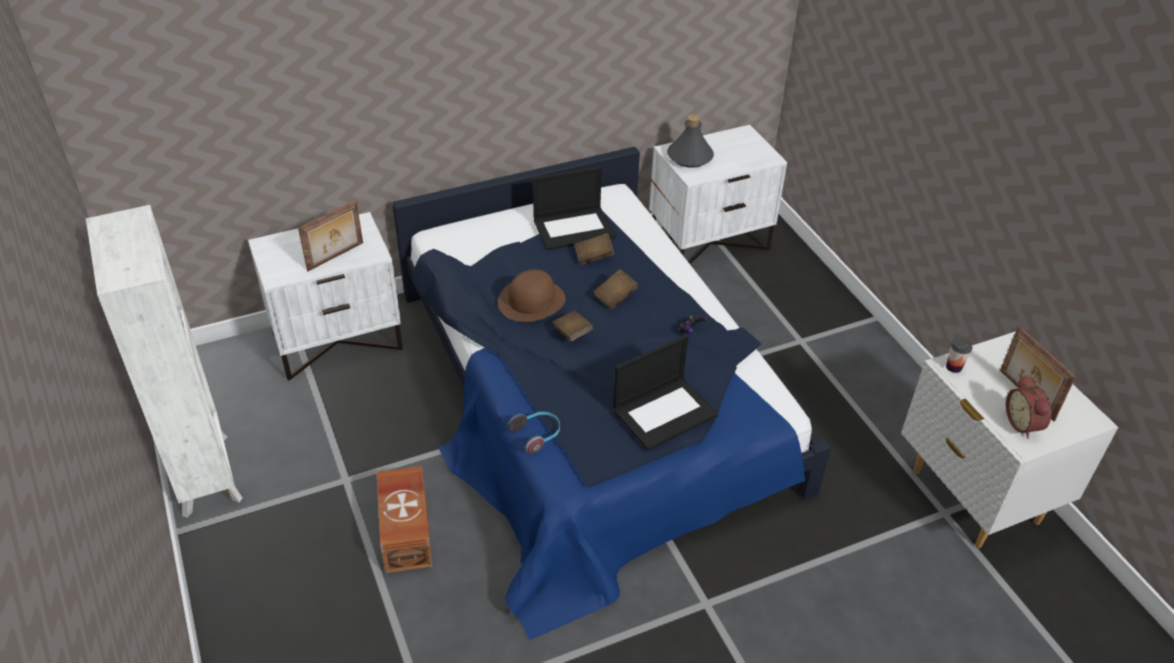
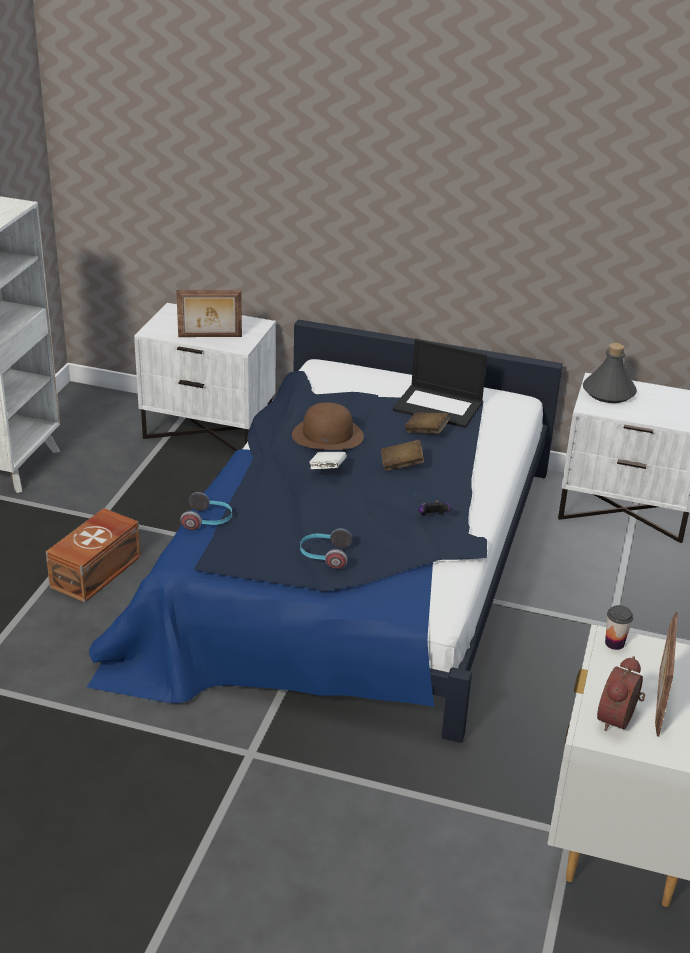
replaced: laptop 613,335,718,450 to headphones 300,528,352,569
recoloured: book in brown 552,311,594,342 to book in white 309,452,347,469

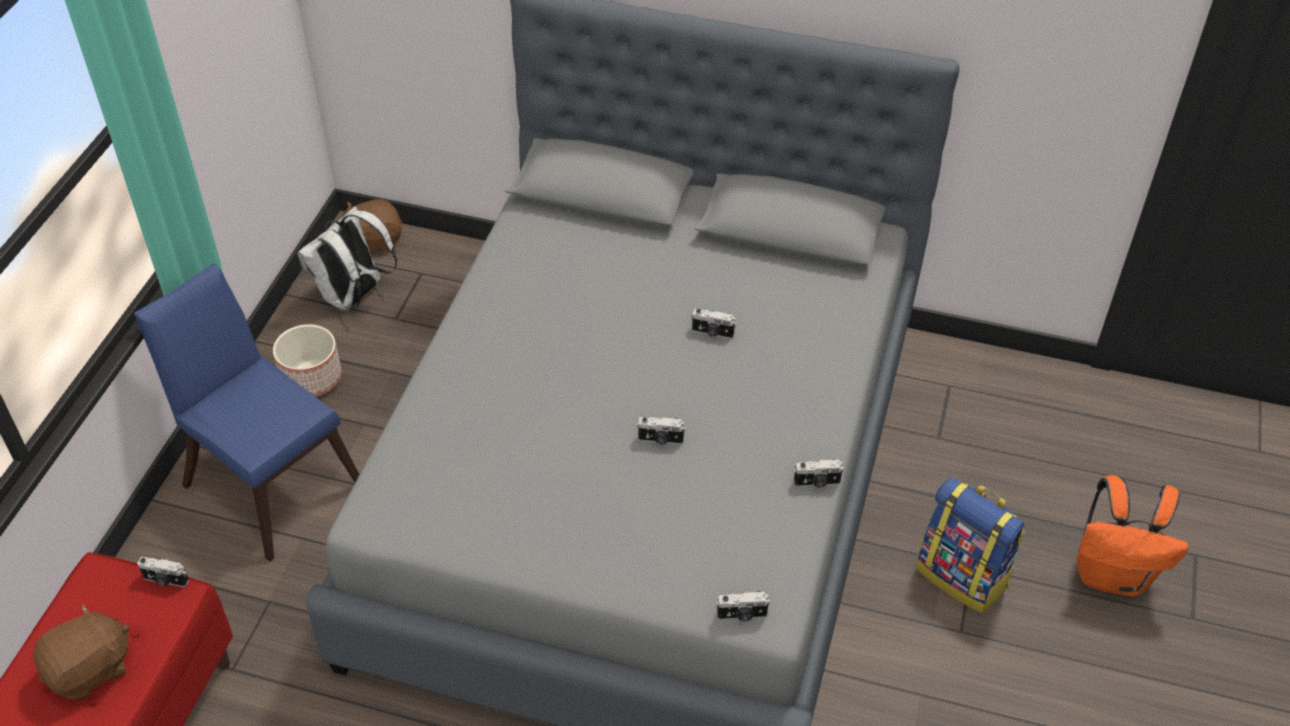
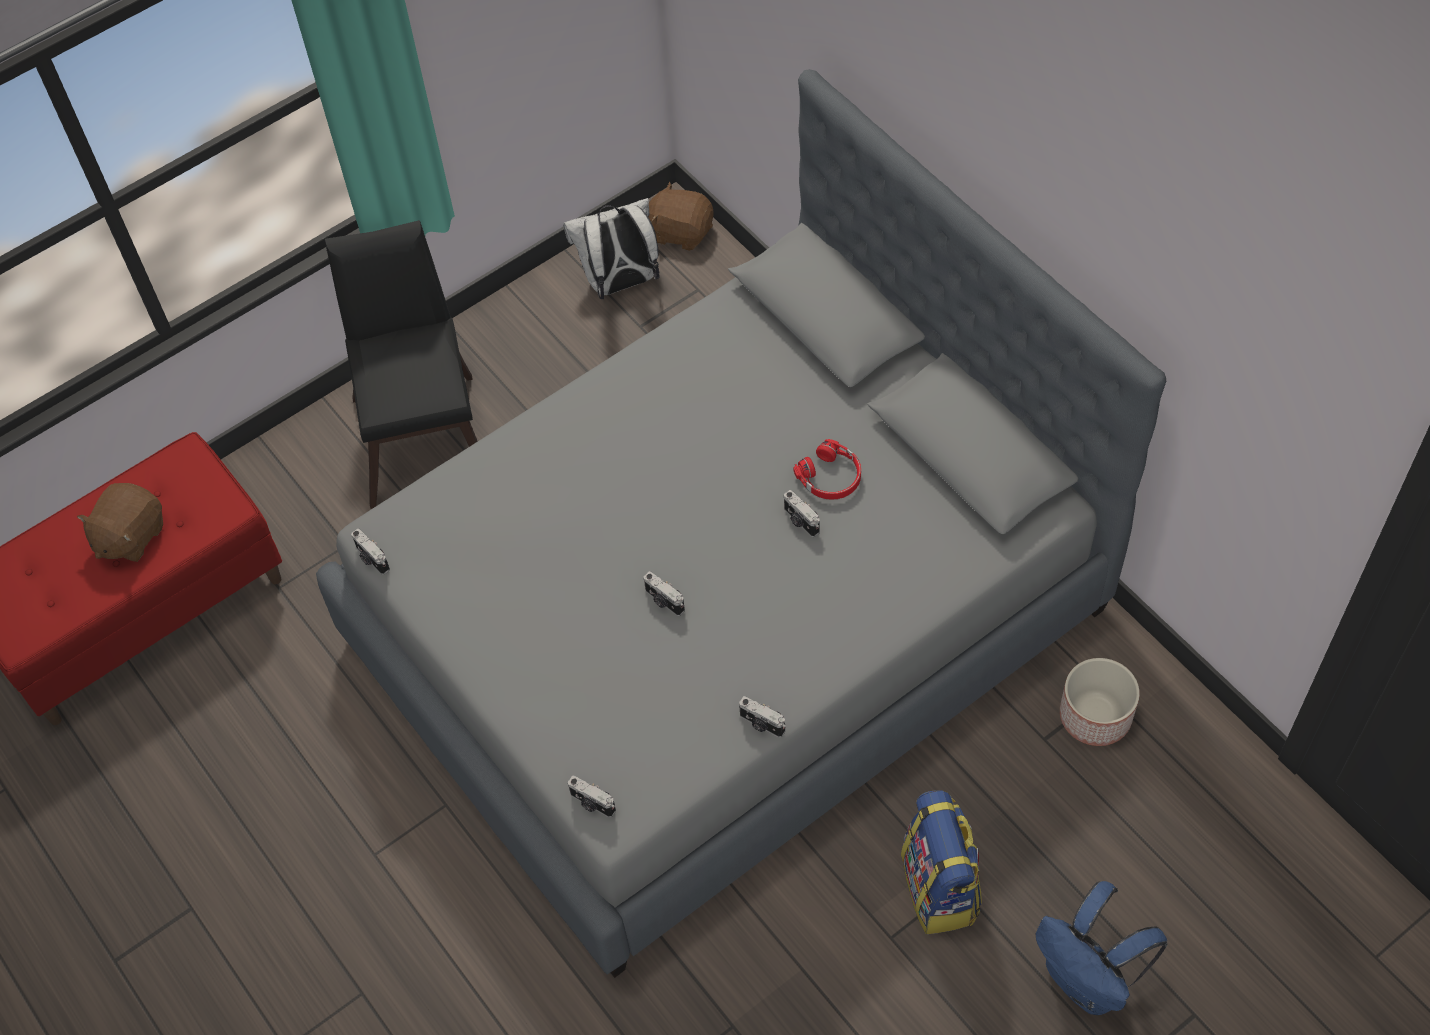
added: headphones in red 794,439,861,500
moved: photo camera 137,557,189,587 to 351,528,390,575; planter 273,324,342,397 to 1060,658,1140,746
recoloured: chair in blue 134,263,360,562 to chair in black 325,220,478,509; backpack in orange 1077,475,1189,596 to backpack in blue 1036,881,1168,1015
turned: plush toy in brown 33,604,130,700 = 77,483,163,562 120 degrees clockwise

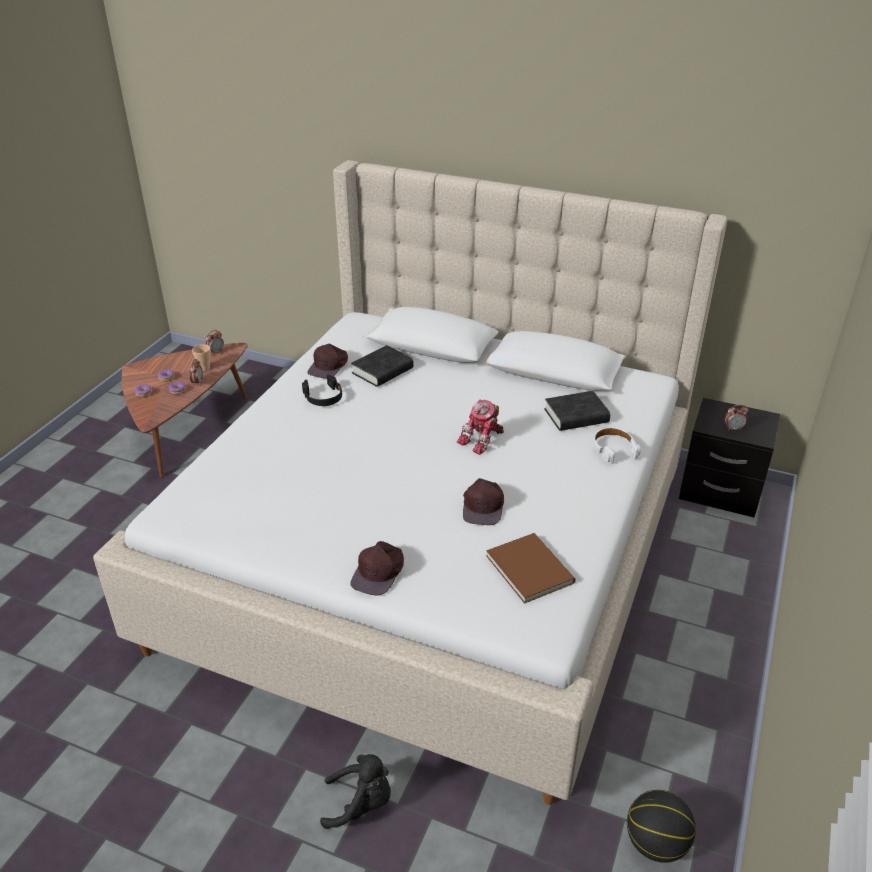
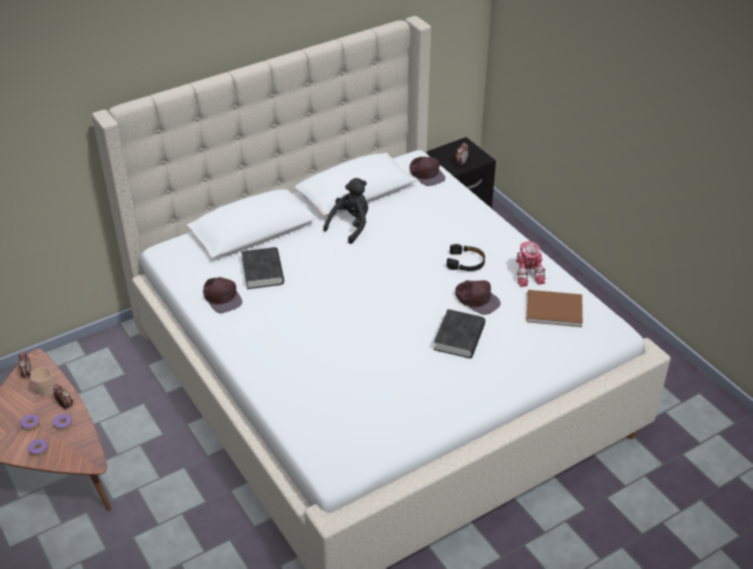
removed: headphones in white 594,428,641,464; basketball 627,790,696,863
moved: headphones in black 302,374,342,406 to 447,244,485,271; plush toy in black 320,754,391,829 to 323,178,368,244; cap in brown 351,541,404,596 to 410,156,446,186; toy robot 457,400,504,455 to 516,241,546,287; book in black 544,391,610,431 to 434,309,485,358

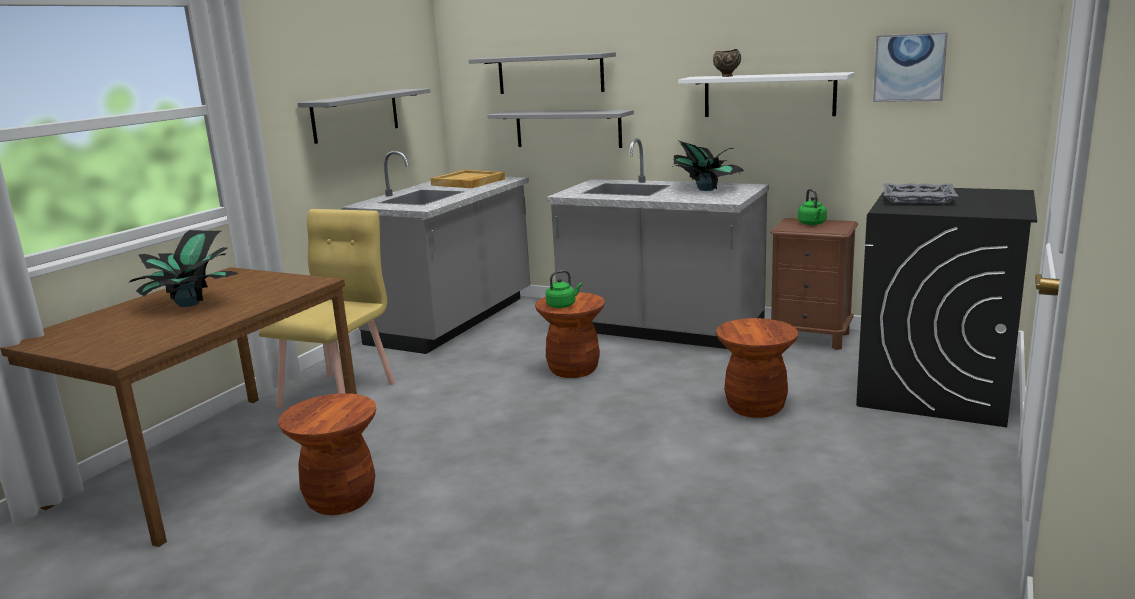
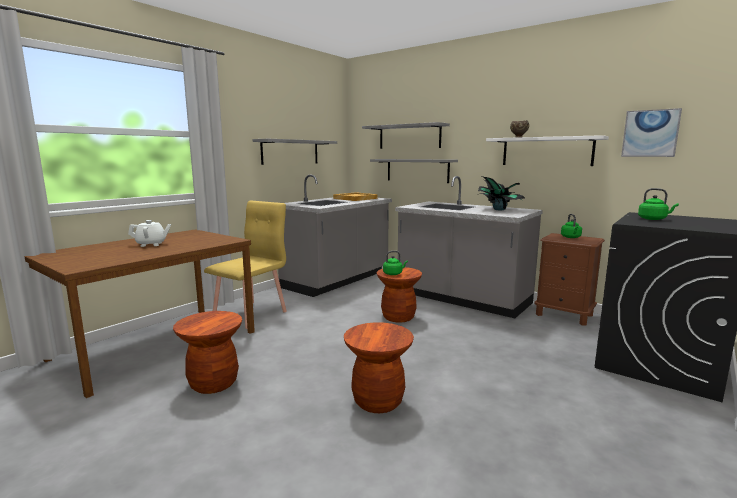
moved: stool in brown 716,318,798,418 to 344,322,414,413
replaced: potted plant 130,230,239,307 to teapot in white 128,220,171,247; tray in grey 883,183,958,204 to kettle in green 638,188,679,220

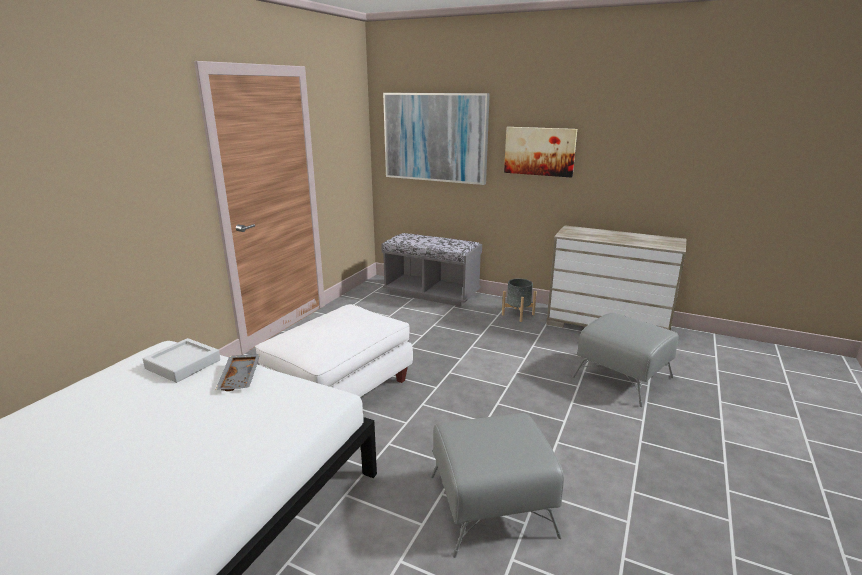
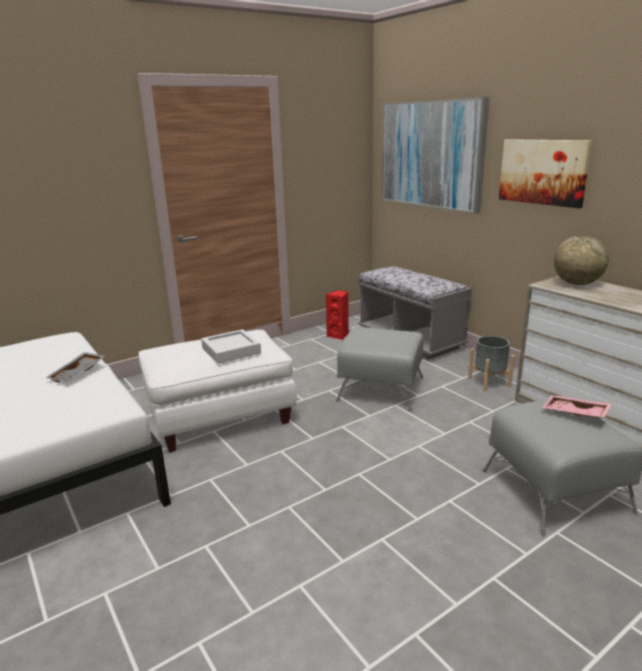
added: speaker in red 326,290,349,340; tray in pink 542,395,612,418; globe 554,235,609,285
moved: tray in grey 143,338,221,383 to 201,329,261,363; ottoman in grey 430,413,564,558 to 336,327,424,412

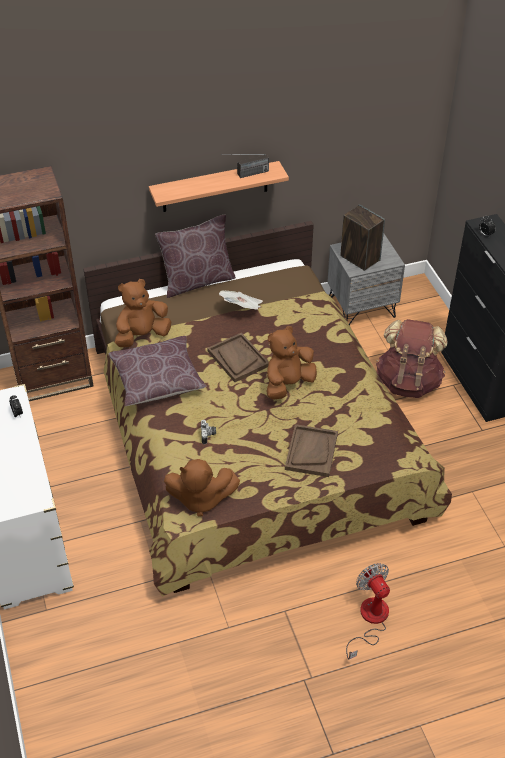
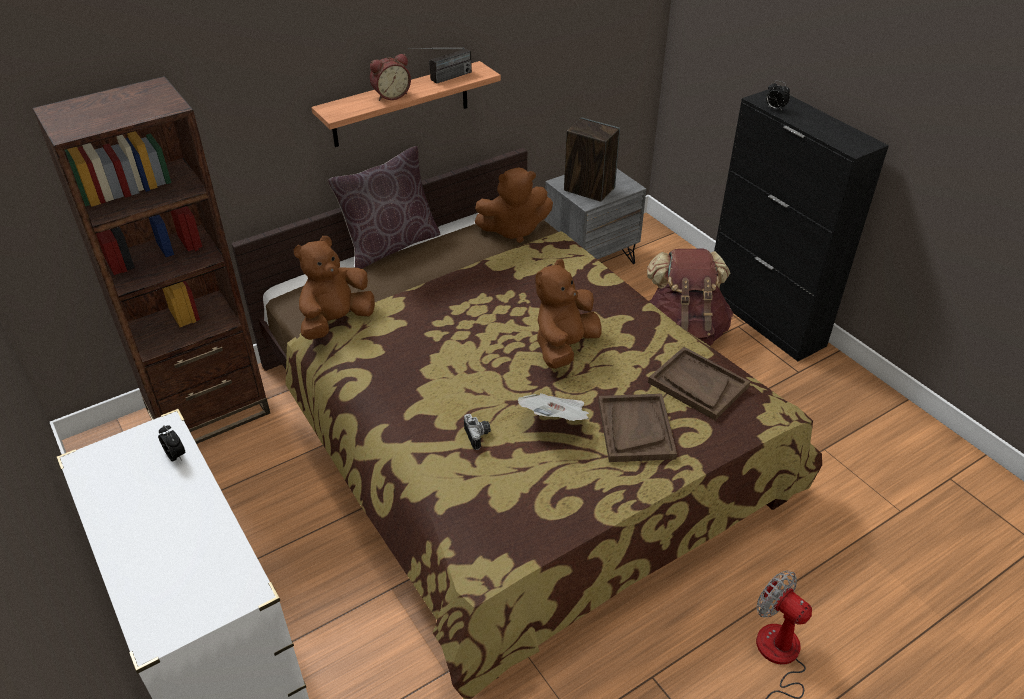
removed: pillow in brown 109,336,207,406
added: alarm clock 370,54,411,101
moved: plush toy in brown 164,459,240,517 to 475,168,553,243; tray in brown 207,333,269,382 to 648,347,750,420; newspaper 219,291,263,310 to 518,393,589,421

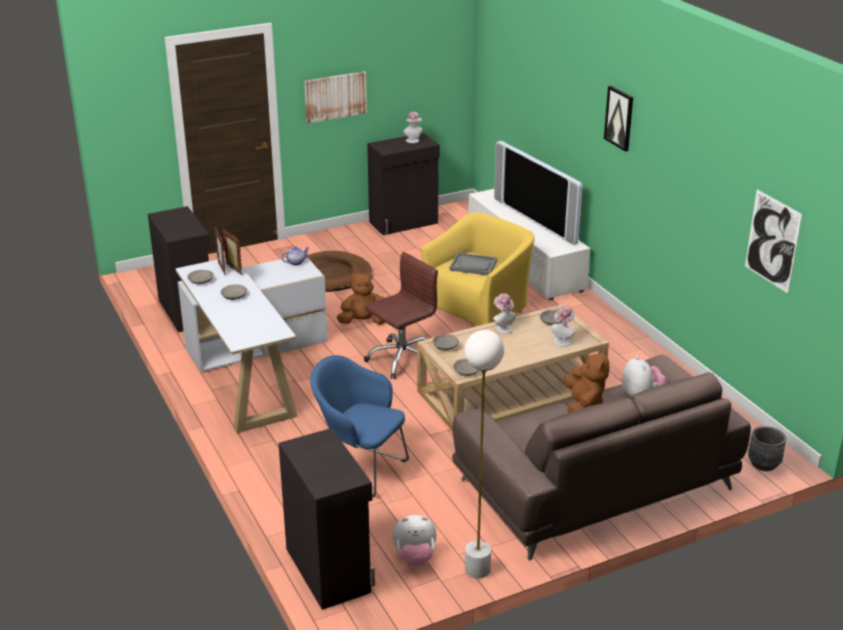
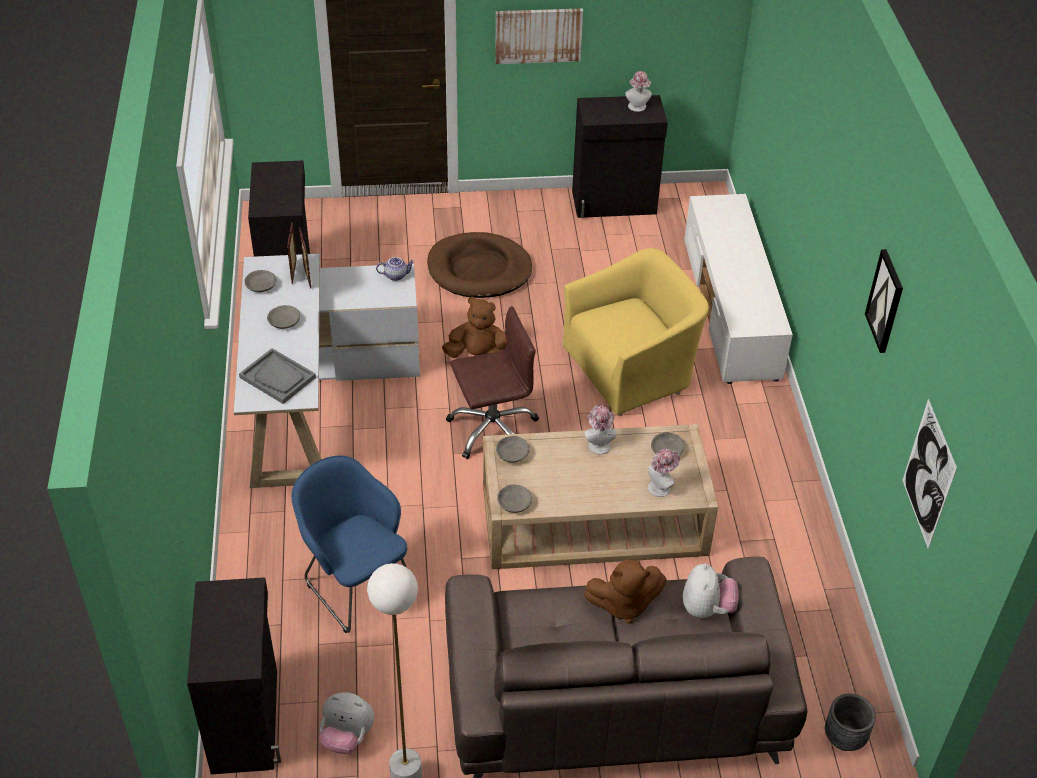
removed: television 494,141,582,245
moved: tray in grey 449,253,497,275 to 239,348,316,404; picture 604,86,633,152 to 865,249,903,353
turned: plush toy in brown 565,350,609,413 = 584,559,667,624 60 degrees clockwise

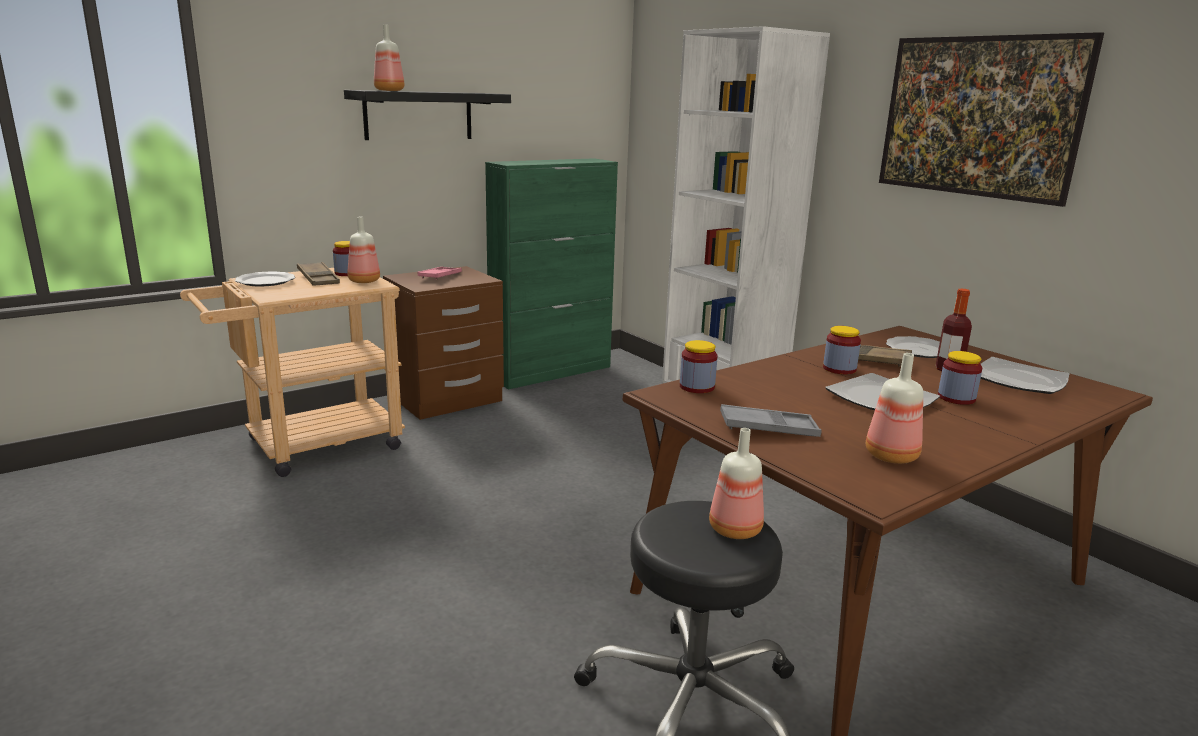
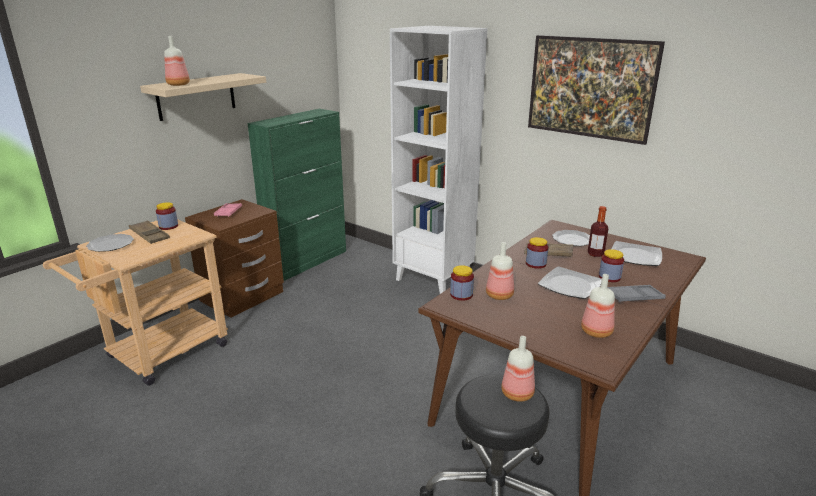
moved: bottle 348,217,380,283 to 486,242,514,300; tray in grey 720,404,822,437 to 607,285,666,303
recoloured: shelf in black 344,90,511,140 to shelf in beige 140,73,266,121

